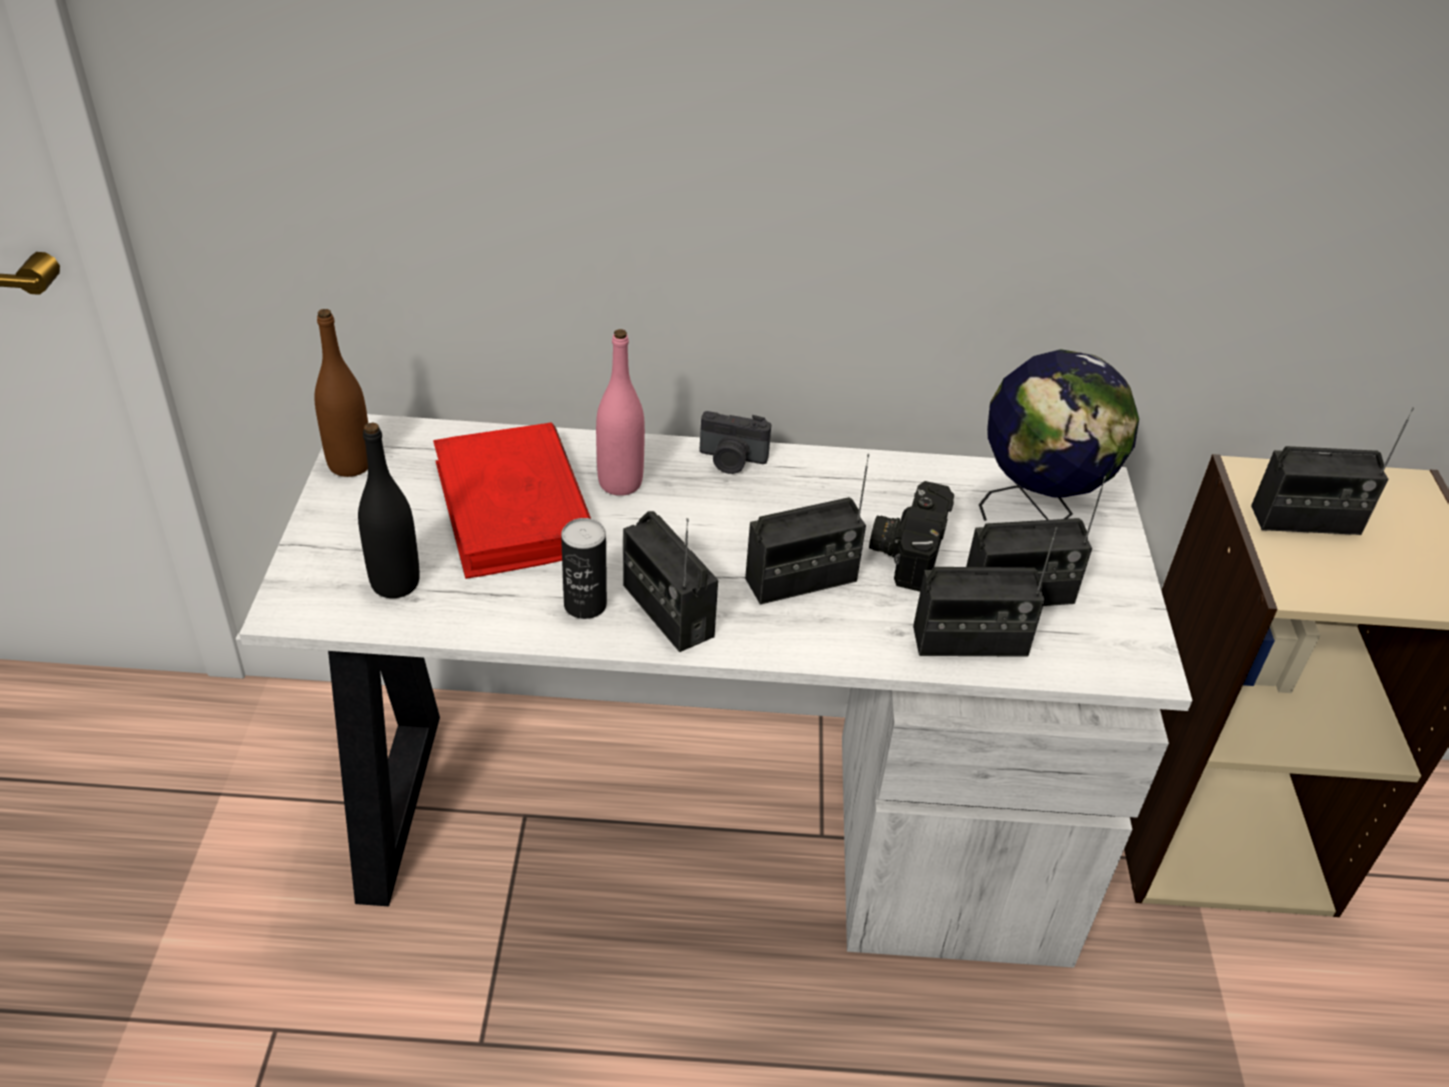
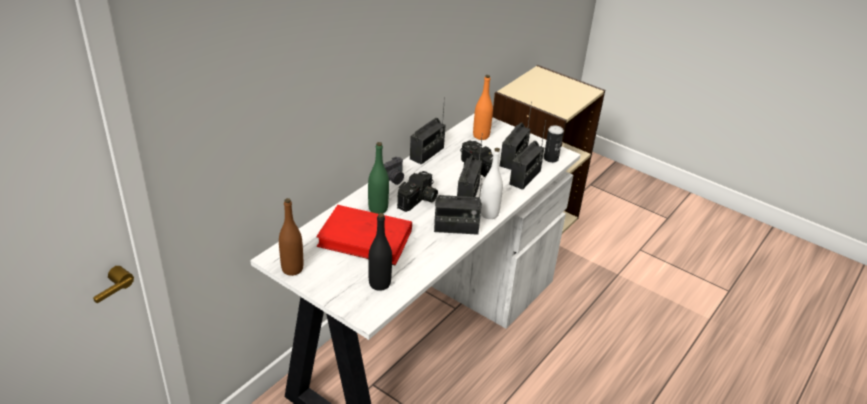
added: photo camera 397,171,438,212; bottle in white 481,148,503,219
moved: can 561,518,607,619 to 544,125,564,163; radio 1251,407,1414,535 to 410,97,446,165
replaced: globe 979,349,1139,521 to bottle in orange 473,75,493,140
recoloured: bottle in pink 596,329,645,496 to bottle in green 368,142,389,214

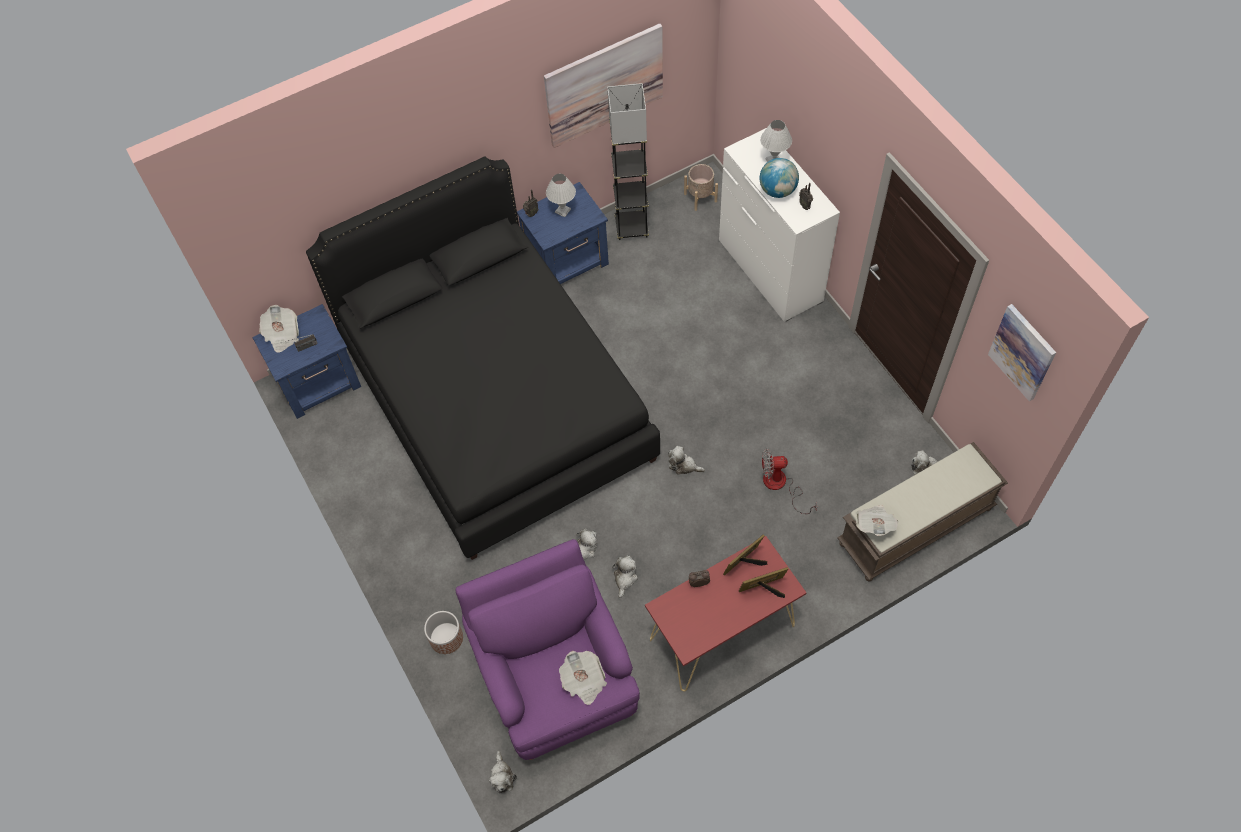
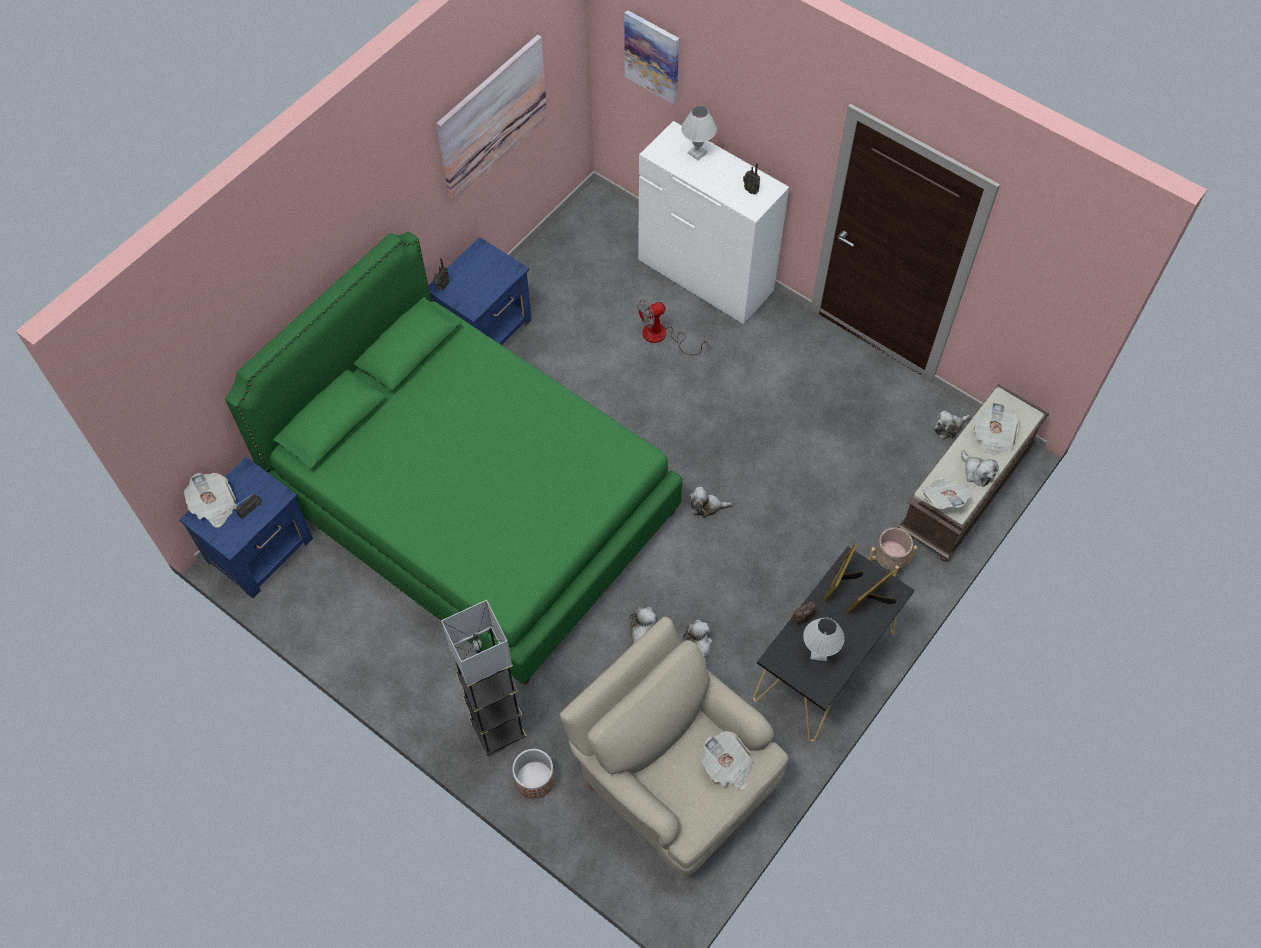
removed: globe 760,158,799,198
added: newspaper 974,402,1020,457
moved: plush toy 489,751,517,793 to 961,450,999,487; table lamp in white 546,174,576,217 to 803,618,845,661; floor lamp in grey 607,83,649,240 to 441,600,526,756; planter in beige 684,164,718,211 to 868,528,917,577; fan 762,449,817,514 to 637,299,708,355; picture 988,304,1056,402 to 624,10,679,104
recoloured: bed in black 306,157,660,560 to bed in green 225,232,683,685; armchair in purple 455,539,640,760 to armchair in beige 560,617,789,876; console table in red 645,536,806,692 to console table in black 753,546,915,742

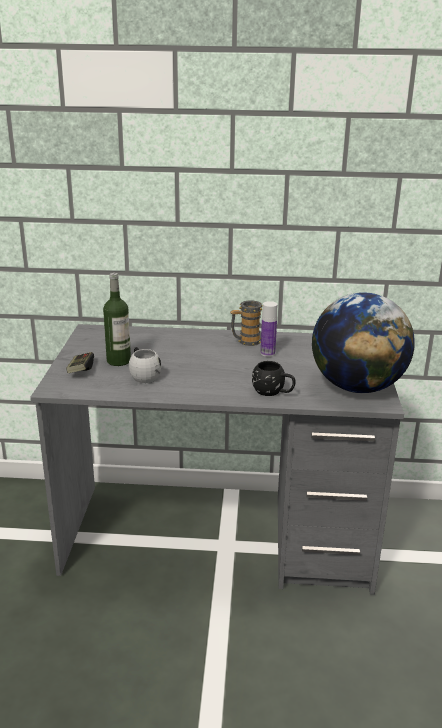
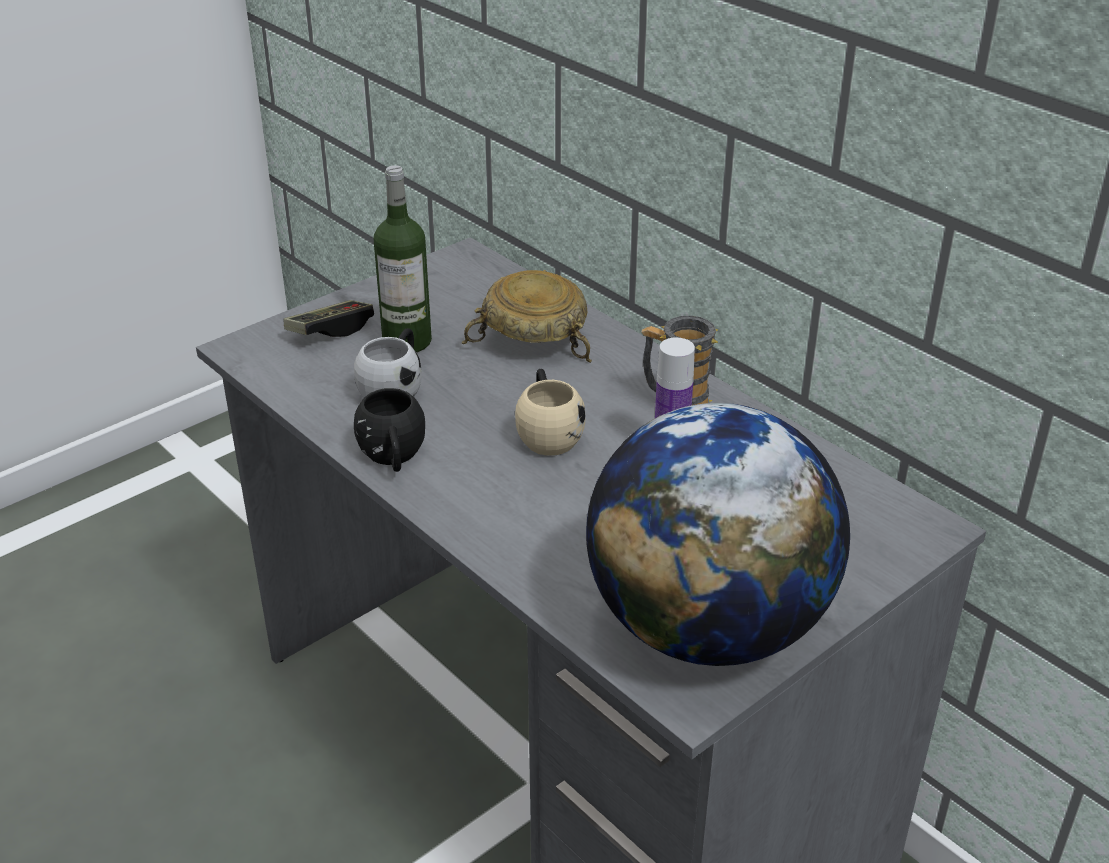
added: bowl in beige 462,270,592,363; mug in beige 515,369,586,456
moved: mug in black 252,361,296,396 to 354,388,425,472

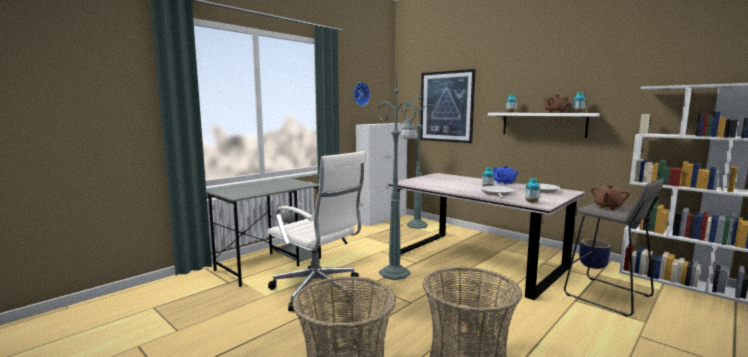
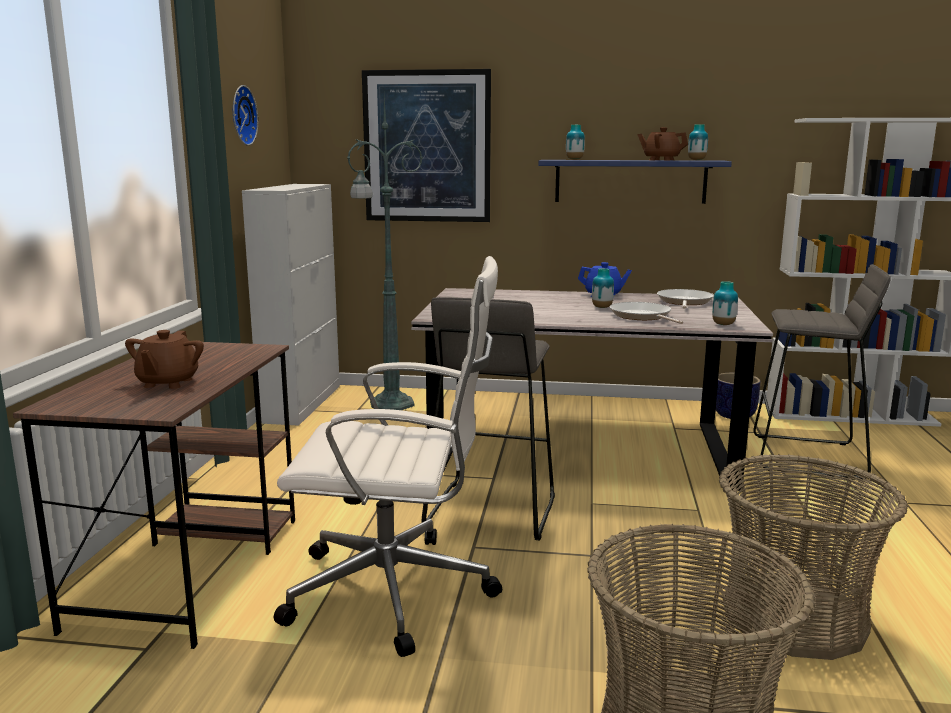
moved: teapot in brown 590,185,630,210 to 125,330,204,389
replaced: floor lamp in green 378,69,417,280 to stool in grey 422,297,555,541
recoloured: desk in grey 206,179,321,287 to desk in brown 13,342,295,649; shelf in white 488,113,600,138 to shelf in blue 538,160,732,204

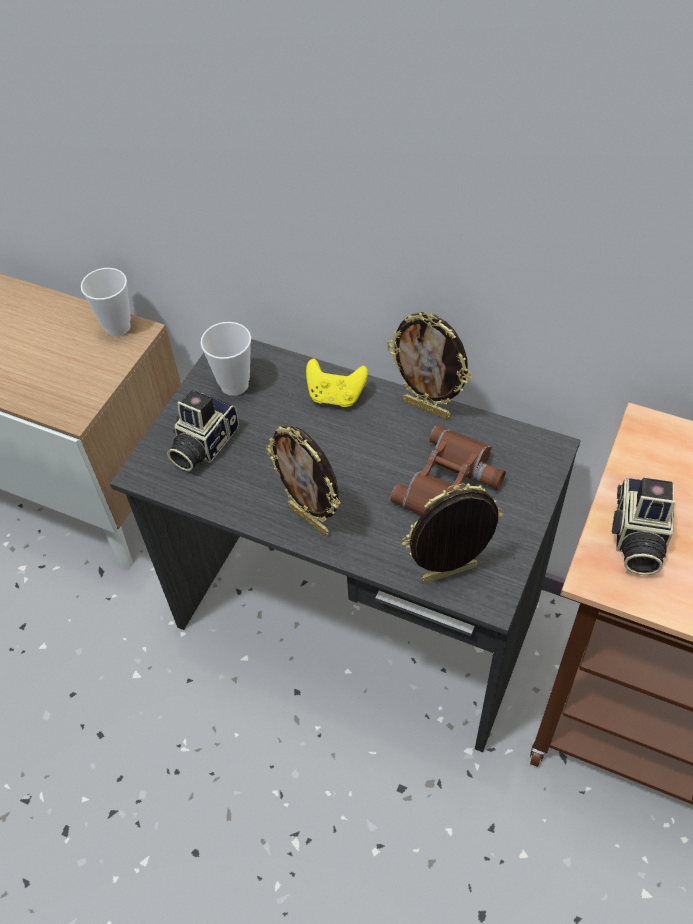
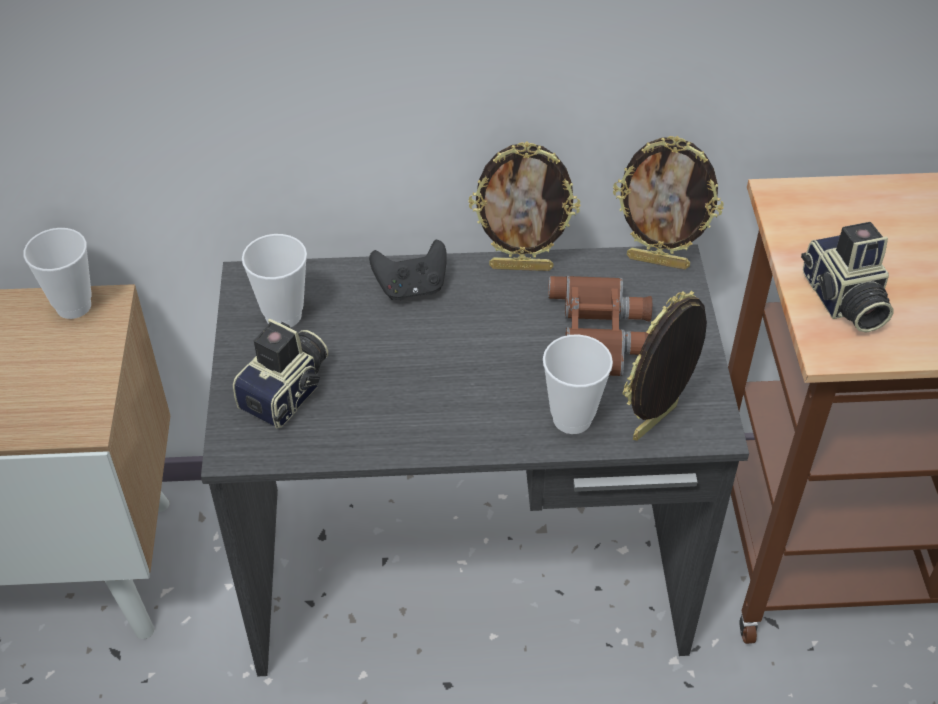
added: cup 543,334,613,434
moved: picture frame 266,425,340,536 to 613,136,724,270
recoloured: game controller in yellow 306,358,368,407 to game controller in black 369,240,447,300
turned: photo camera 167,390,239,471 = 233,319,328,428 150 degrees counterclockwise

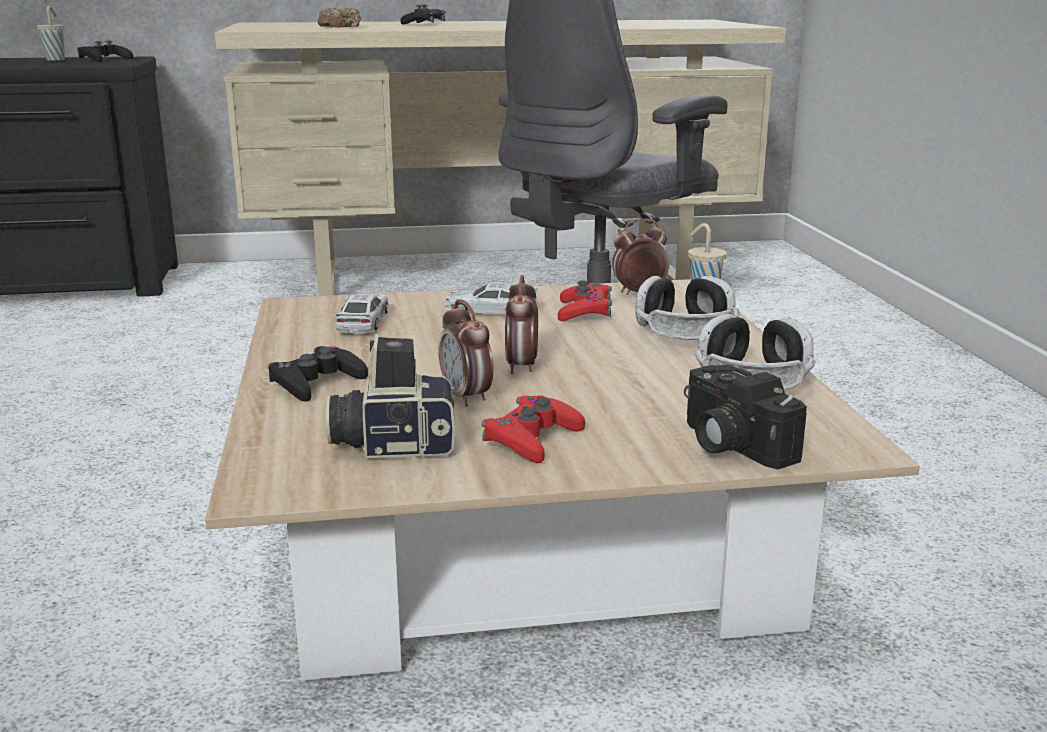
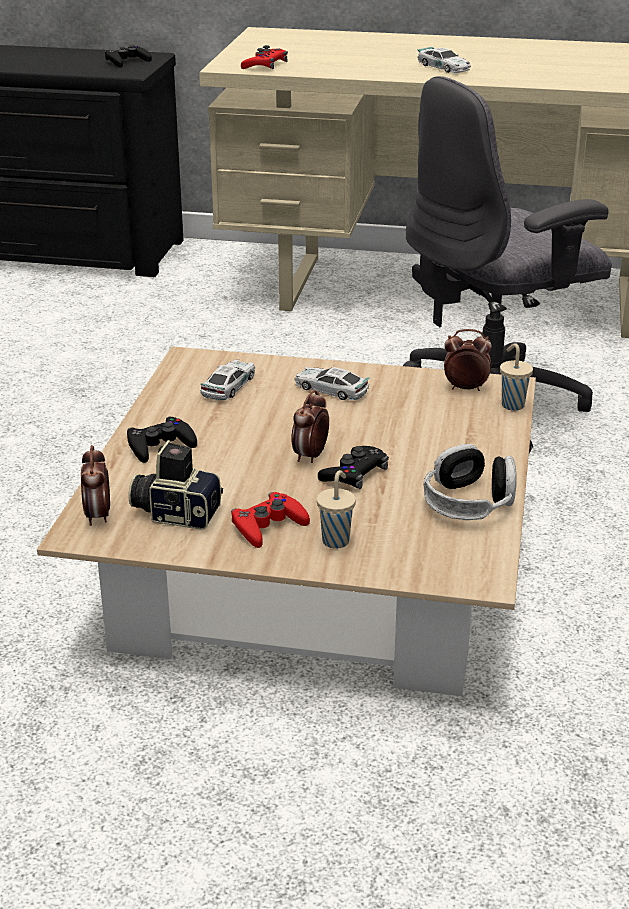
removed: donut 318,8,361,28; headphones 635,276,740,340; photo camera 684,365,807,469
added: toy car 417,47,471,73
moved: cup in beige 37,6,65,61 to 317,470,356,549; game controller in black 401,4,446,25 to 318,446,389,489; alarm clock 438,299,493,407 to 81,445,110,526; game controller in red 558,280,612,321 to 241,45,288,69

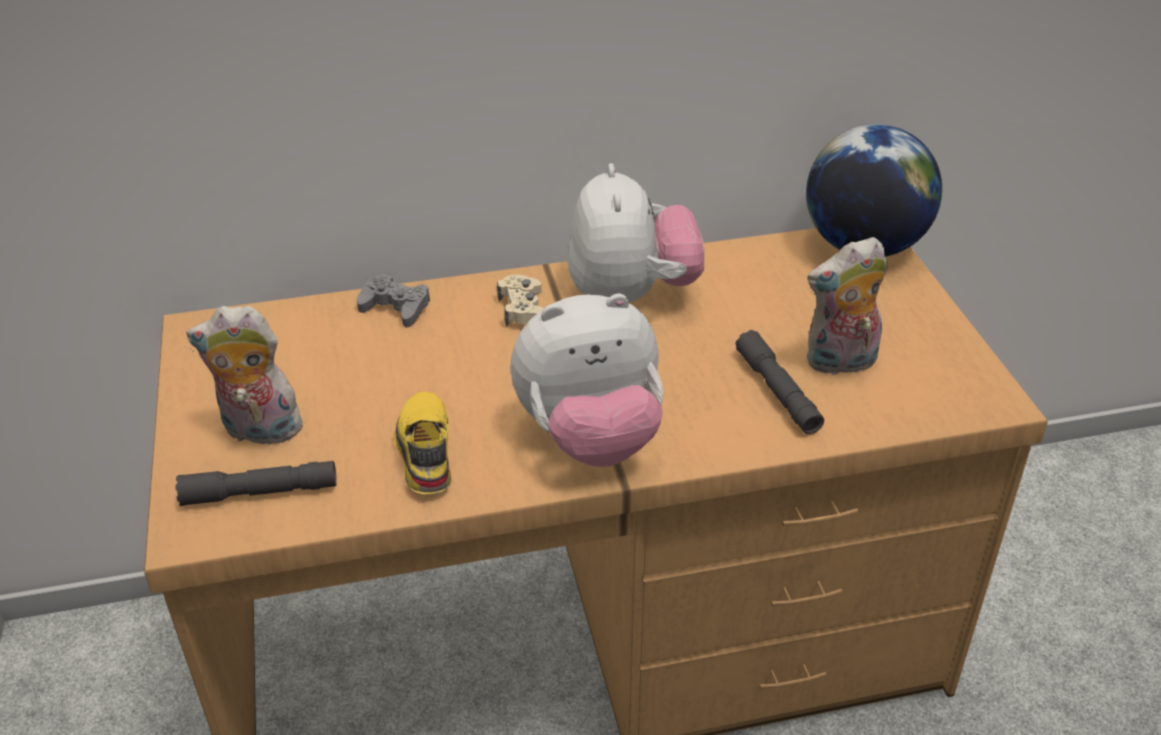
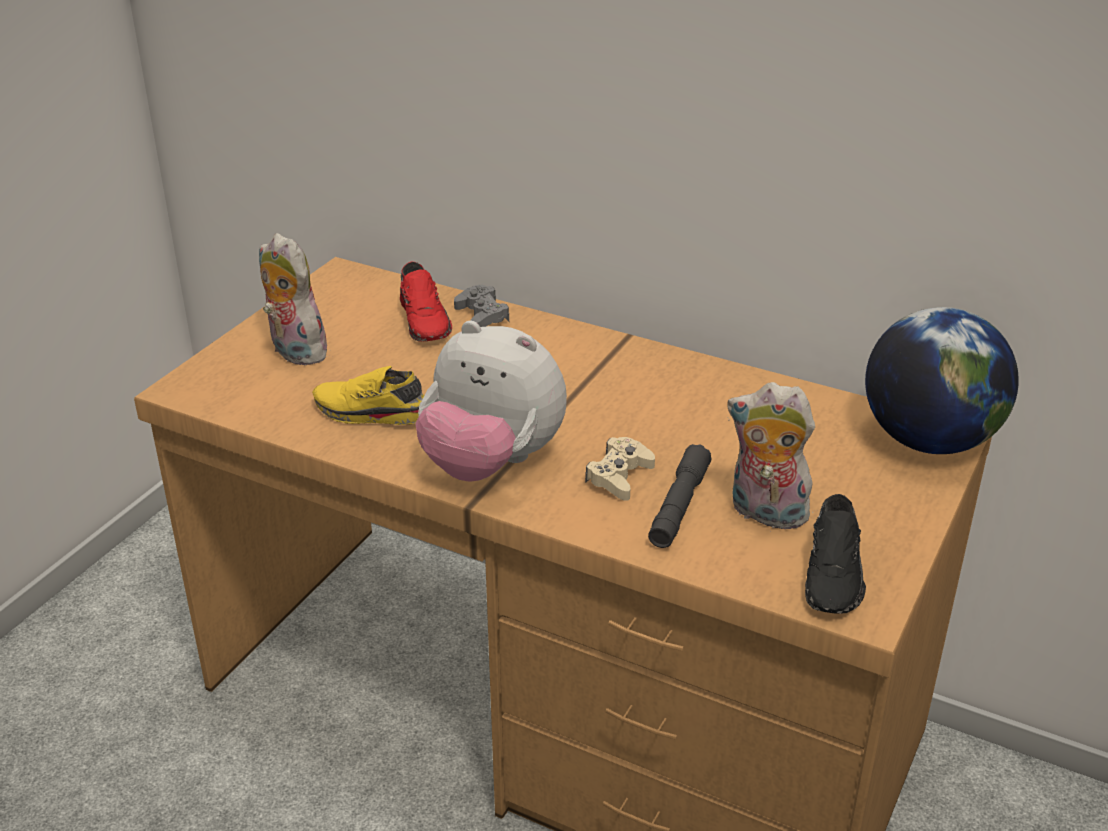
removed: flashlight in grey 175,461,337,506; plush toy 568,163,704,303
added: shoe in red 400,262,452,342; shoe in black 805,494,866,614
moved: game controller in beige 497,275,544,327 to 585,437,655,501
turned: shoe in yellow 394,391,451,494 = 312,366,424,425 105 degrees counterclockwise

